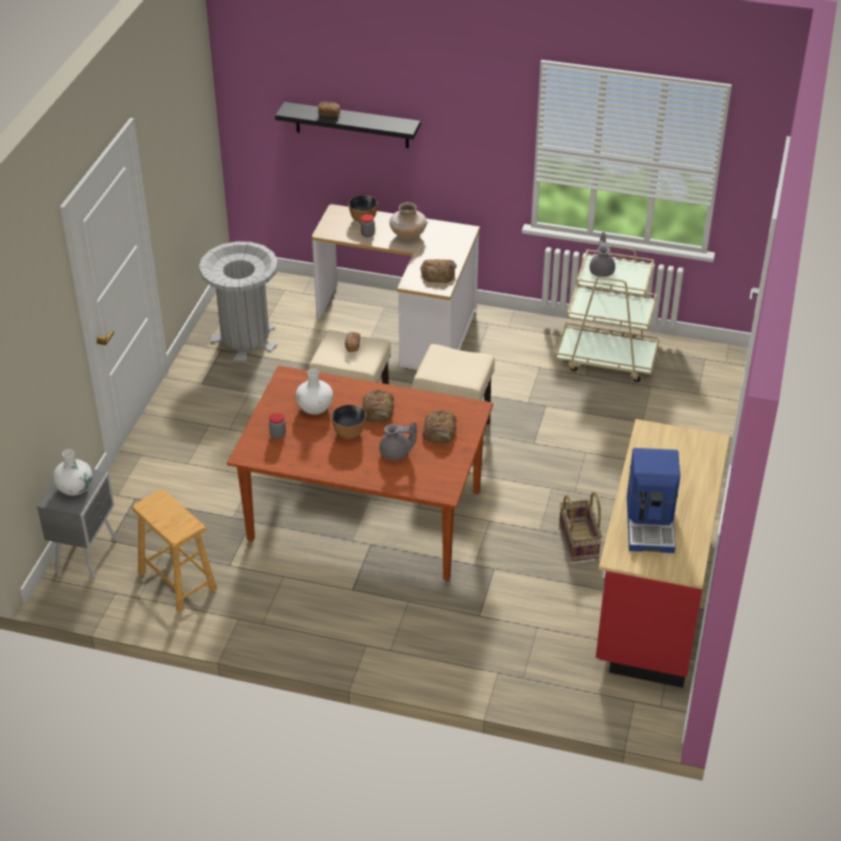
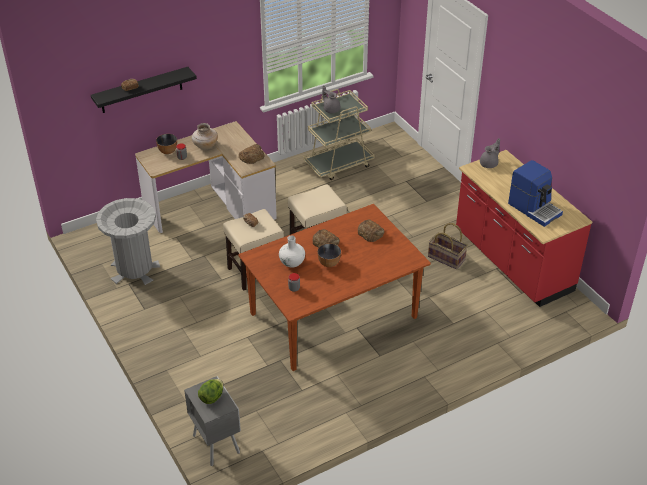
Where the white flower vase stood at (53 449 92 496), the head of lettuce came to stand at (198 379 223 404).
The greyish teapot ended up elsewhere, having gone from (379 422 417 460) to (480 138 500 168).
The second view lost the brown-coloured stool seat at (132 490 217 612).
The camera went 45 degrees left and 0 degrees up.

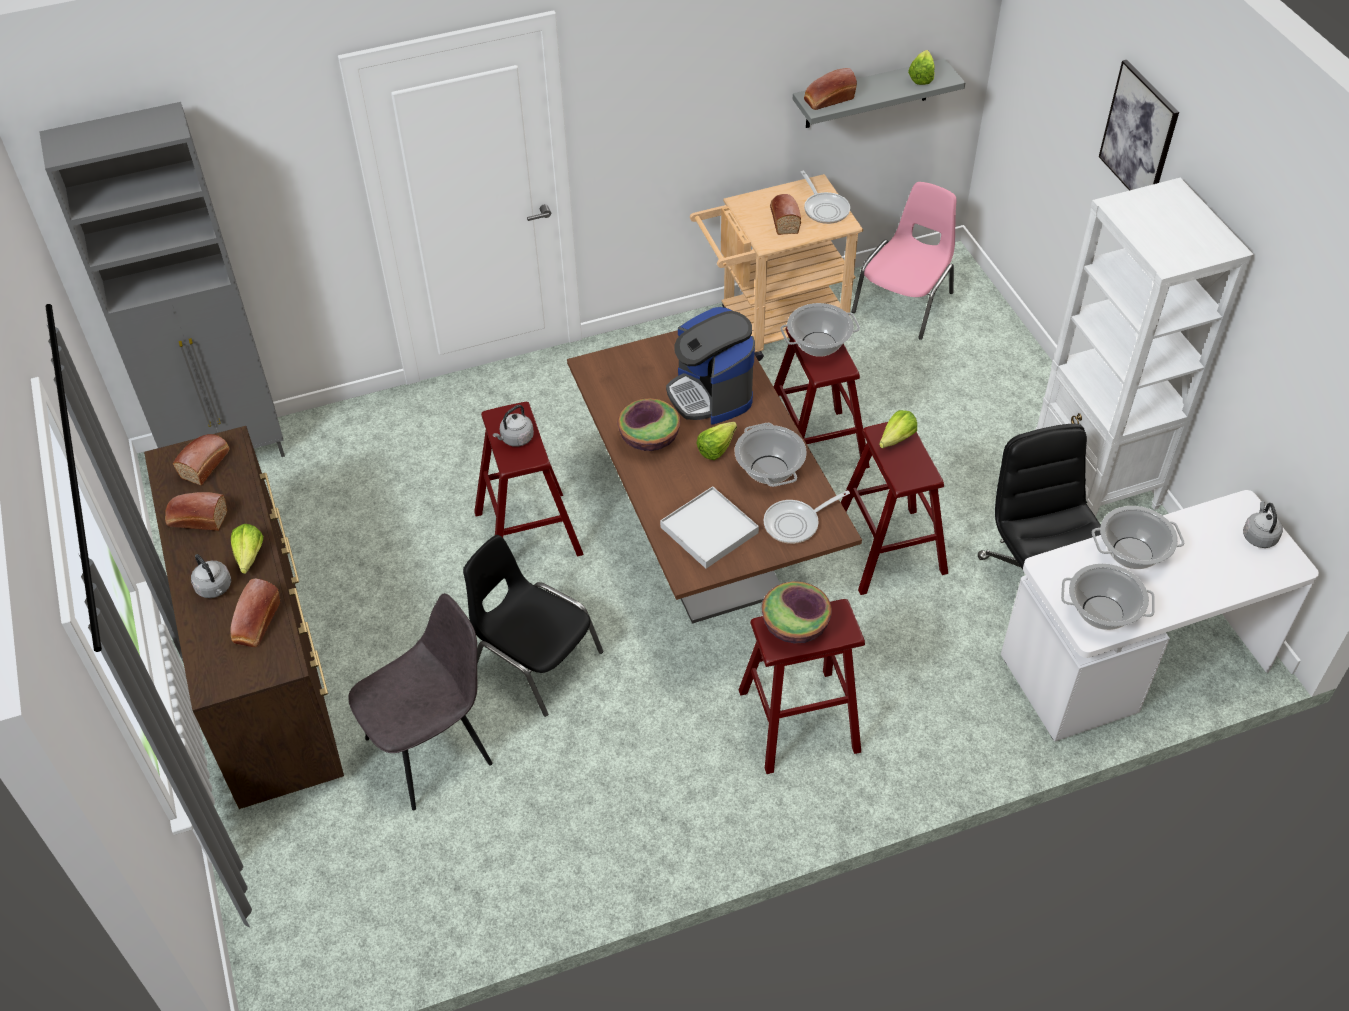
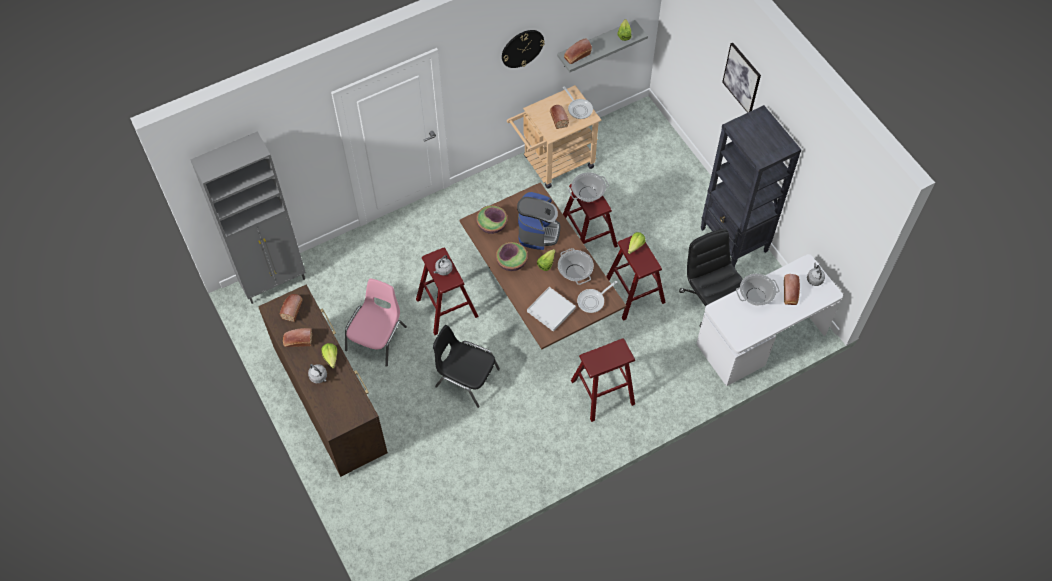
The pink-coloured upright chair ended up elsewhere, having gone from (852 182 956 340) to (345 279 407 367).
The deep dish ended up elsewhere, having gone from (762 582 832 644) to (476 205 508 234).
The second view gained the clock on the wall at (502 30 545 68).
The coffee machine at (666 307 755 425) ended up facing another way, 135 degrees counterclockwise from before.
What was the white shelving unit at (1035 178 1254 517) turned into the black-coloured shelving unit at (701 105 801 267).
The bread ended up elsewhere, having gone from (230 579 280 647) to (784 274 800 305).
The second view lost the greyish upright chair at (348 593 493 810).
The second view lost the saucepot at (1061 563 1155 630).
The camera went 10 degrees left and 10 degrees up.

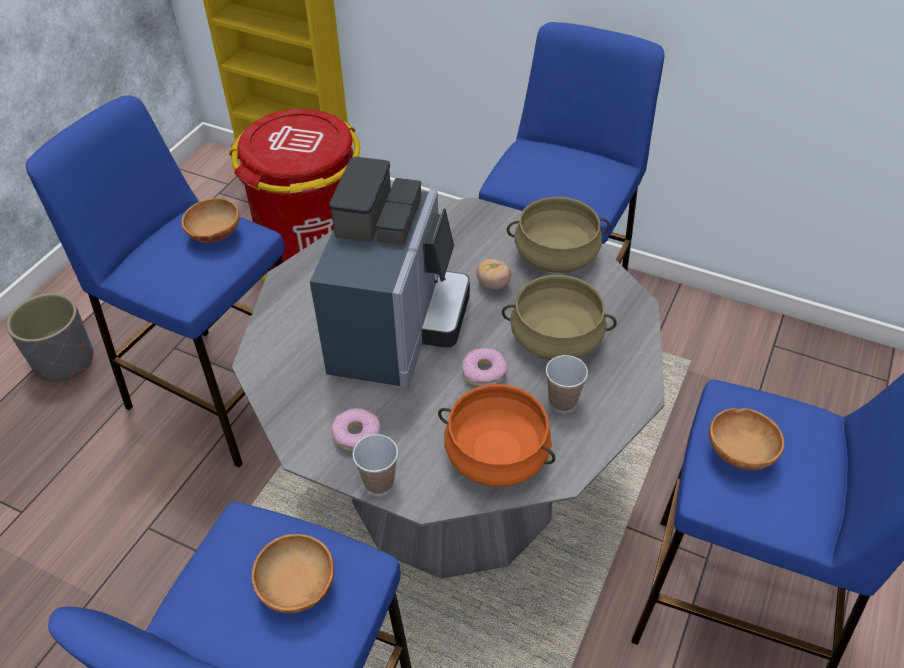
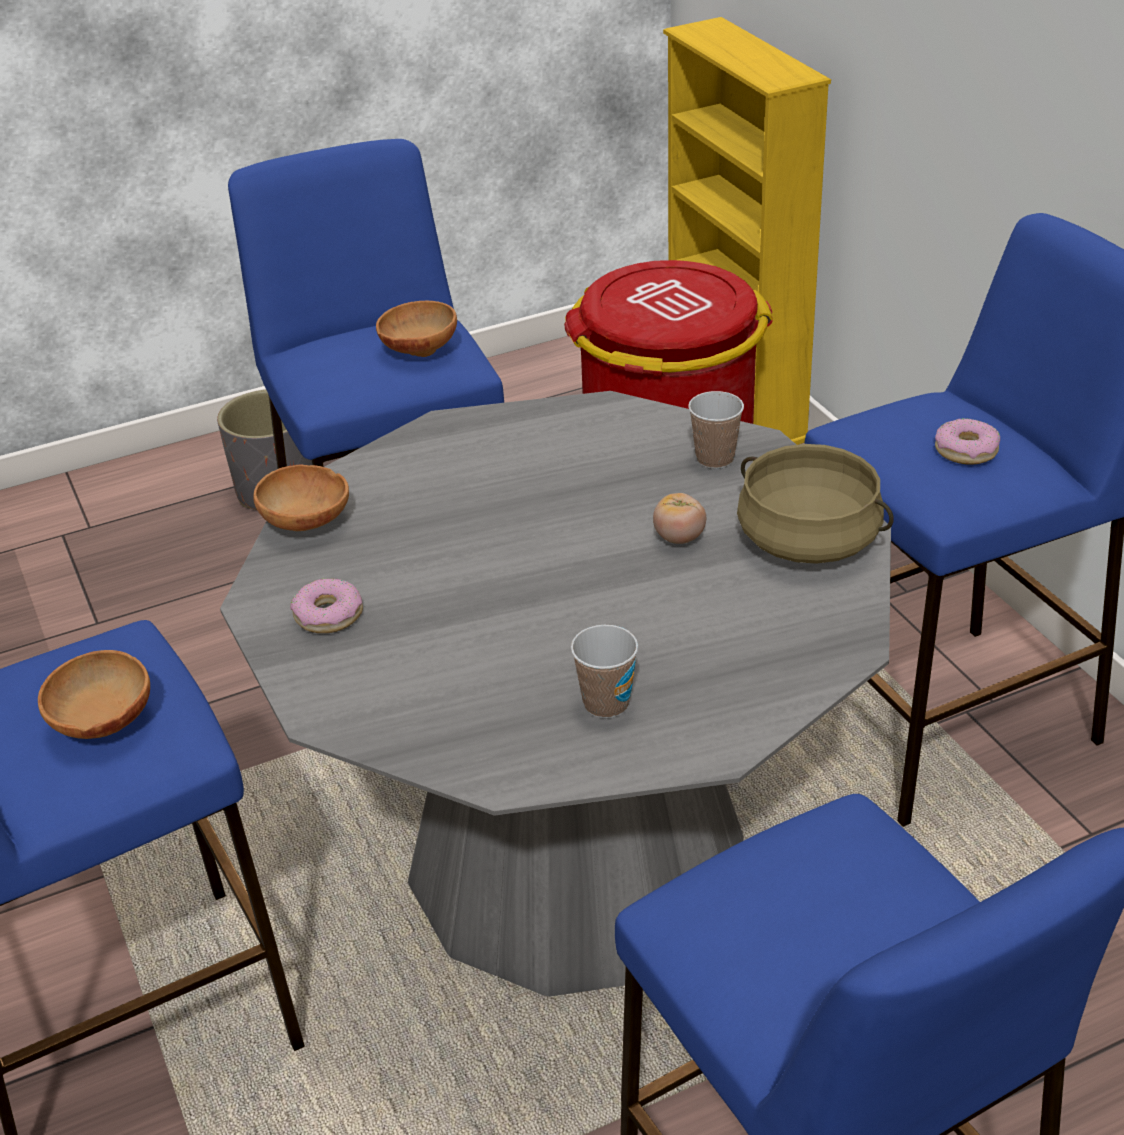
The brown-coloured deep dish ended up elsewhere, having gone from (709 408 784 470) to (253 464 349 531).
The small cup ended up elsewhere, having gone from (353 434 398 494) to (688 391 744 469).
The doughnut ended up elsewhere, having gone from (461 348 507 387) to (935 418 1000 465).
The second view lost the coffee machine at (310 157 470 389).
The second view lost the orange saucepot at (438 384 556 487).
The second view lost the sand-coloured saucepot at (502 275 617 360).
The camera went 40 degrees right and 10 degrees down.

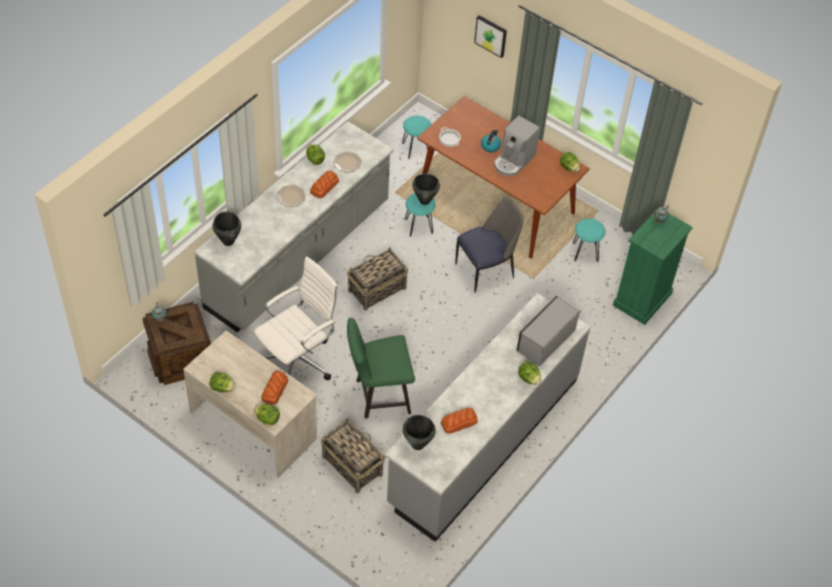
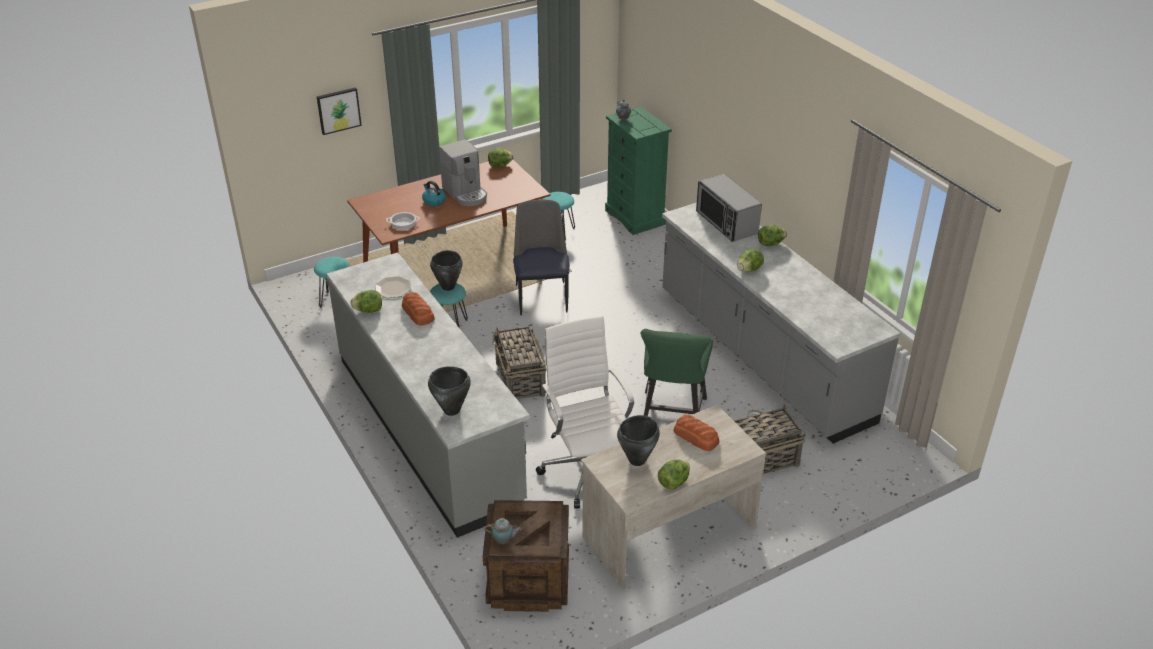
The black-coloured saucepot ended up elsewhere, having gone from (403 415 436 450) to (617 415 660 466).
The head of lettuce ended up elsewhere, having gone from (254 404 280 425) to (737 249 764 272).
The second view lost the plate at (276 185 306 207).
The second view lost the bread at (441 408 478 434).
The camera went 65 degrees left and 15 degrees down.

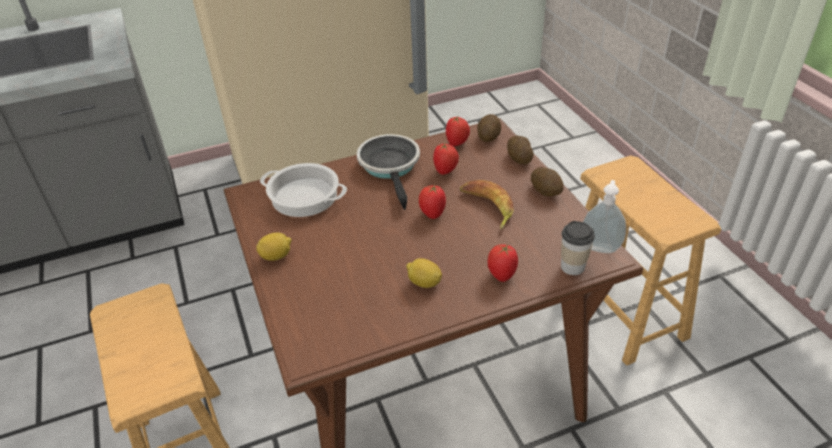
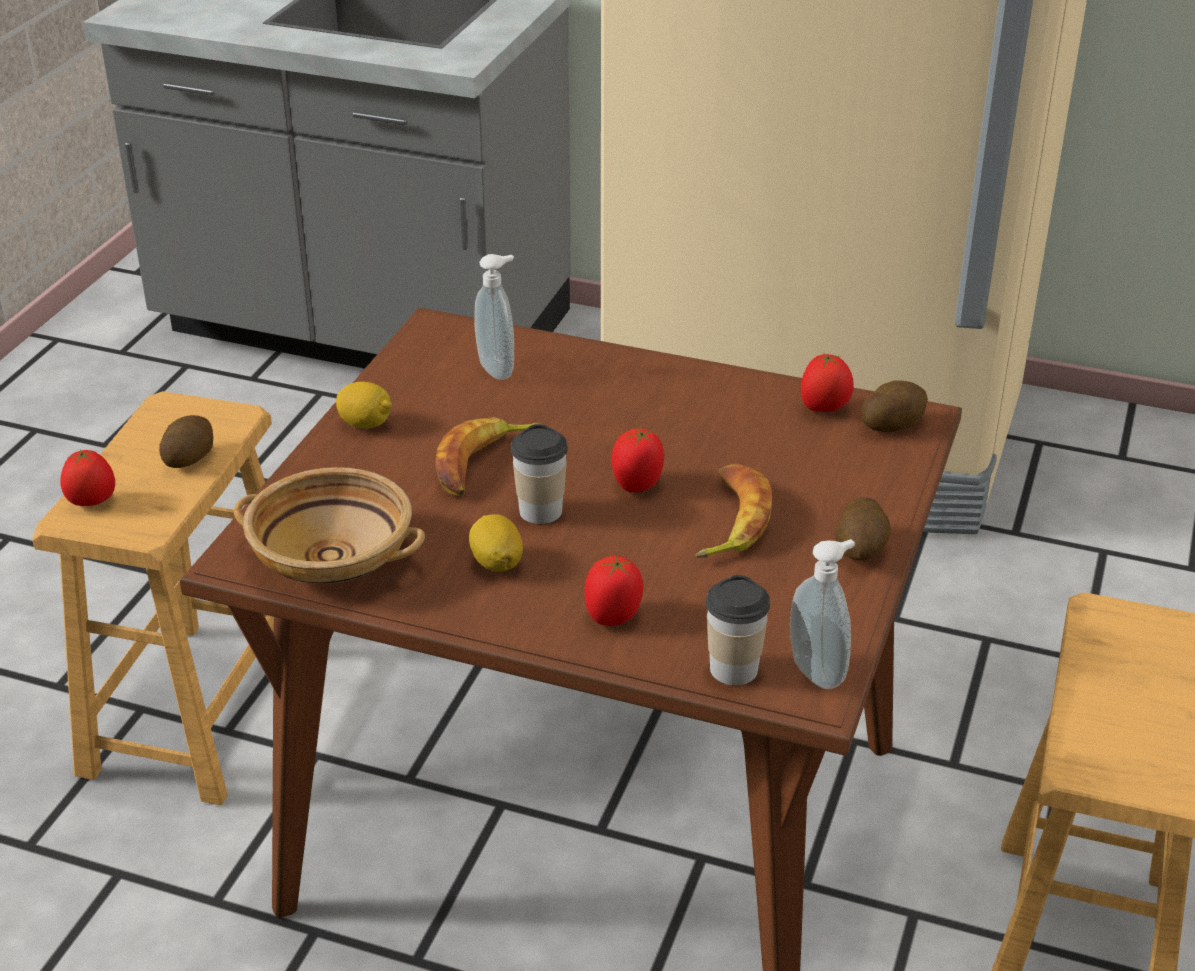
The tomato ended up elsewhere, having gone from (433 144 459 175) to (60 449 115 506).
The whole potato ended up elsewhere, having gone from (507 136 534 165) to (159 415 213 468).
The second view gained the sand-coloured deep dish at (234 467 425 584).
The second view gained the banana fruit at (435 417 544 496).
Where the saucepot stood at (260 163 347 217), the soap dispenser came to stand at (474 254 514 380).
The second view gained the small cup at (511 424 568 524).
The second view lost the frying pan at (357 134 420 210).
The camera went 40 degrees right and 5 degrees down.

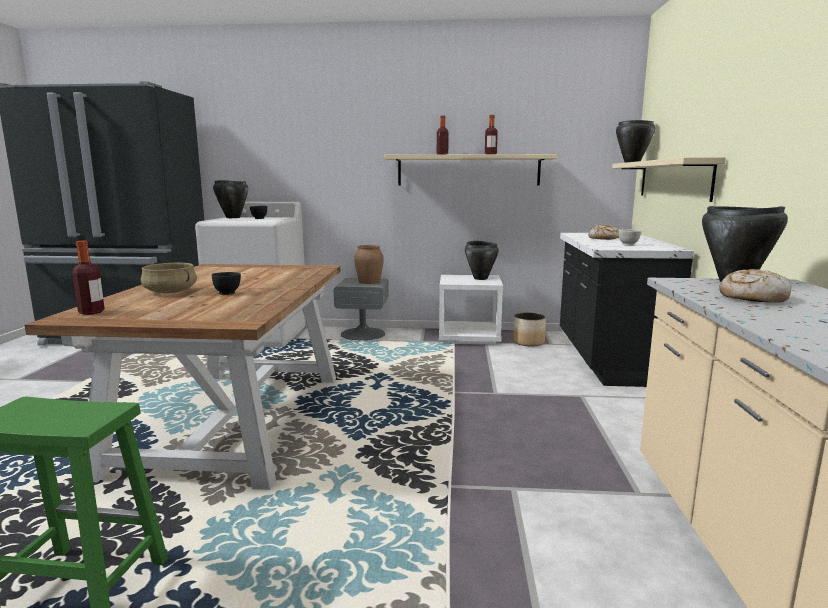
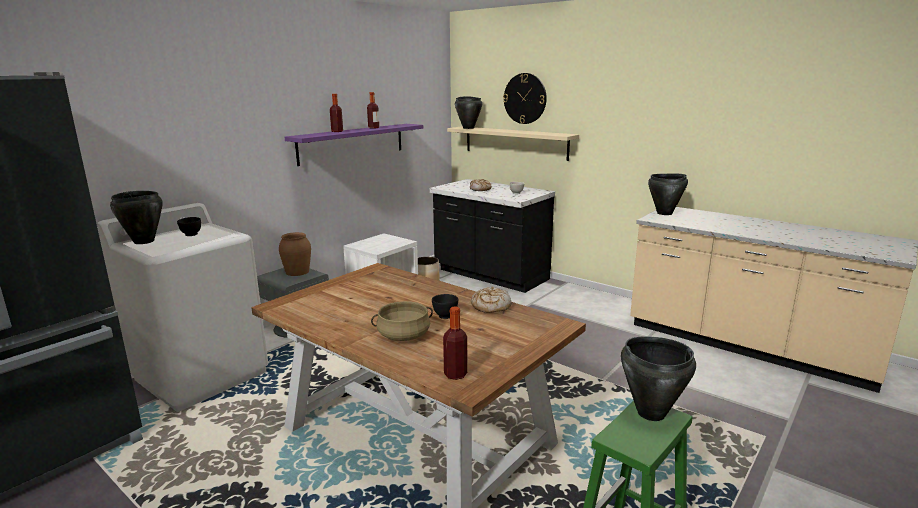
What was the sand-coloured wall shelf at (384 154 557 186) turned into the purple wall shelf at (284 124 423 166).
The bread ended up elsewhere, having gone from (719 269 792 303) to (471 287 512 313).
The second view gained the clock on the wall at (503 73 547 124).
The black-coloured saucepot ended up elsewhere, having gone from (465 241 499 280) to (621 336 696 421).
The camera went 55 degrees left and 5 degrees up.

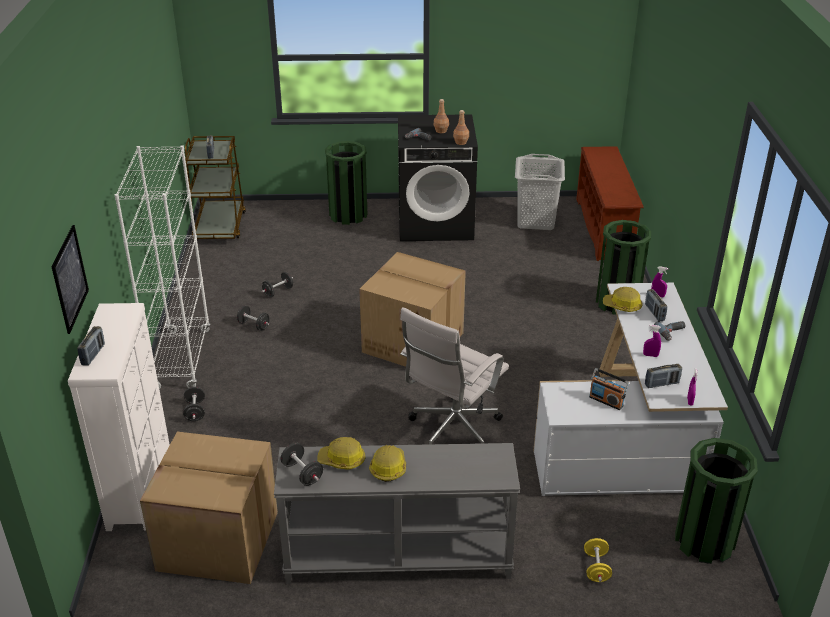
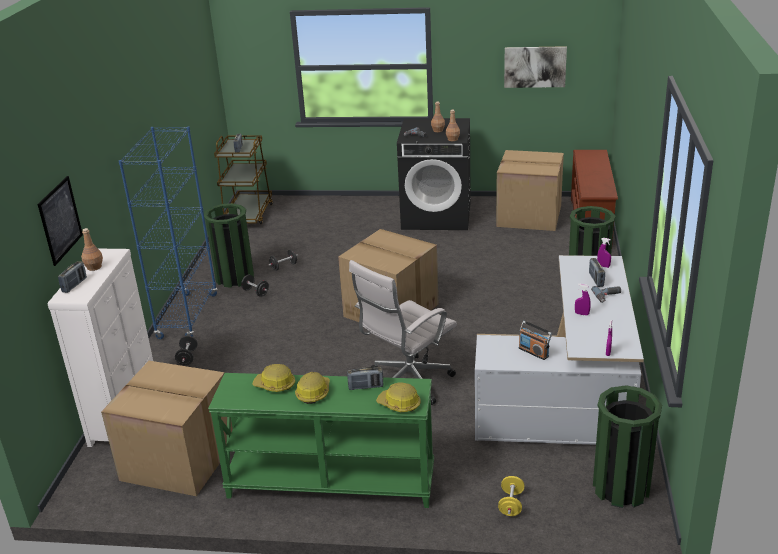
The second view gained the brown-coloured bottle at (81 228 103 271).
What was the white shelving unit at (115 145 211 389) turned into the bluish shelving unit at (119 126 217 339).
The greenish trash can ended up elsewhere, having gone from (325 141 367 225) to (204 203 254 288).
What was the greyish narrow table at (274 443 520 584) turned into the greenish narrow table at (208 373 434 508).
The radio set ended up elsewhere, having gone from (645 364 682 388) to (347 367 383 390).
The work helmet ended up elsewhere, having gone from (603 287 643 312) to (376 382 421 412).
Where the greyish washing basket stood at (515 154 565 230), the packing box came to stand at (496 150 564 231).
The second view gained the wall picture at (504 46 567 88).
The second view lost the black-coloured free weight at (280 443 323 486).
The camera went 10 degrees right and 5 degrees down.

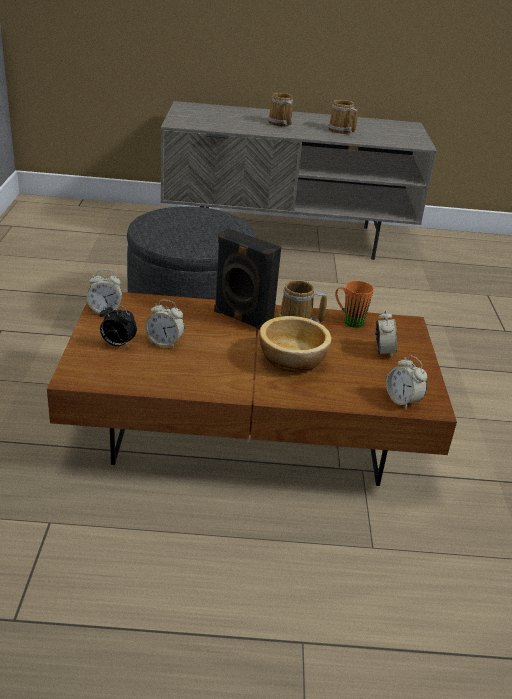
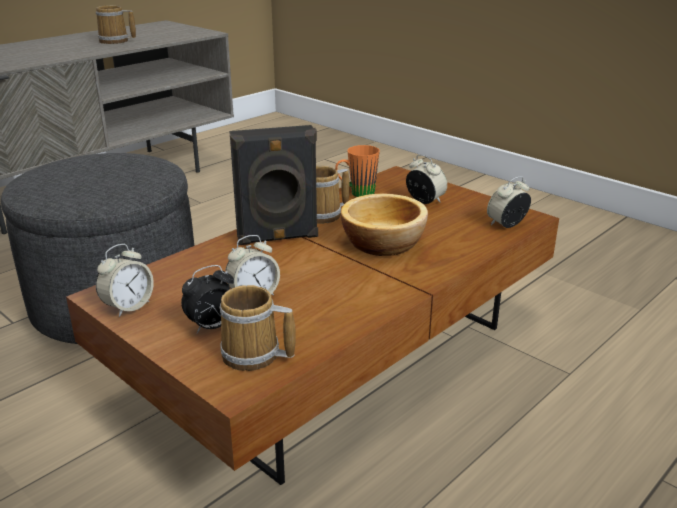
The coffee mug ended up elsewhere, having gone from (268 93 293 126) to (219 285 295 371).
The alarm clock at (386 356 427 410) ended up facing another way, 135 degrees clockwise from before.
The camera went 45 degrees left and 5 degrees down.

